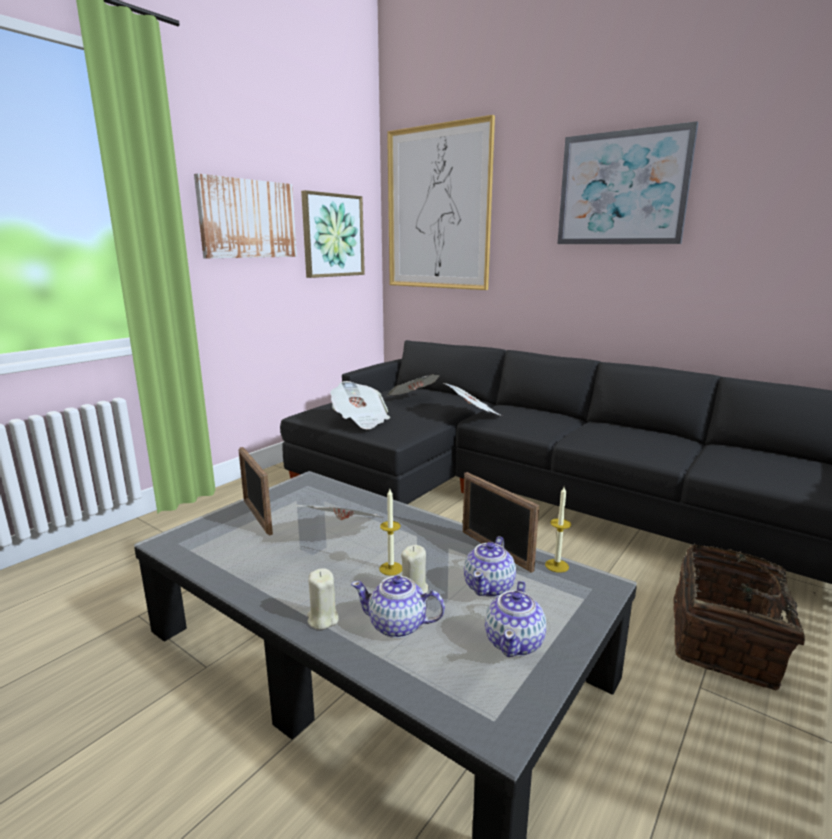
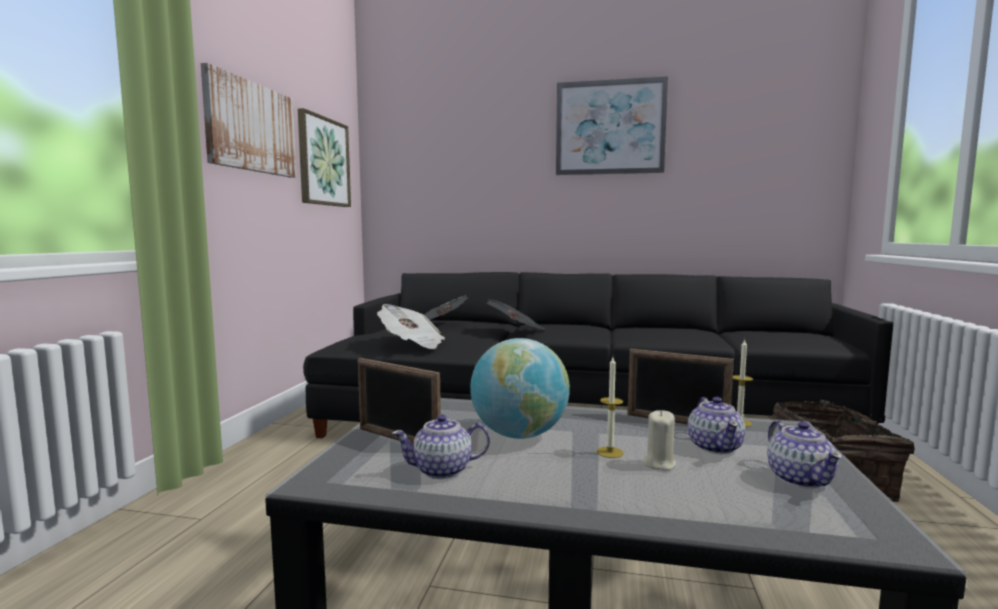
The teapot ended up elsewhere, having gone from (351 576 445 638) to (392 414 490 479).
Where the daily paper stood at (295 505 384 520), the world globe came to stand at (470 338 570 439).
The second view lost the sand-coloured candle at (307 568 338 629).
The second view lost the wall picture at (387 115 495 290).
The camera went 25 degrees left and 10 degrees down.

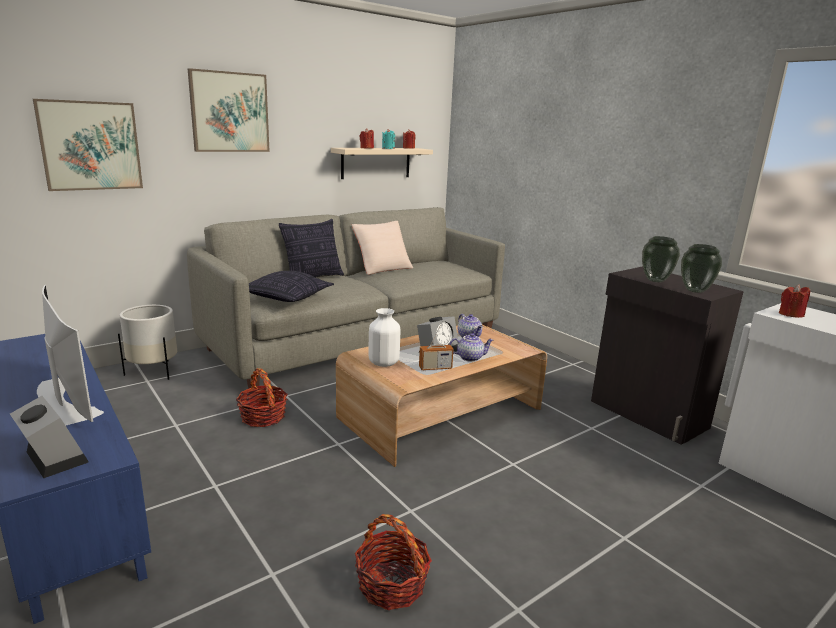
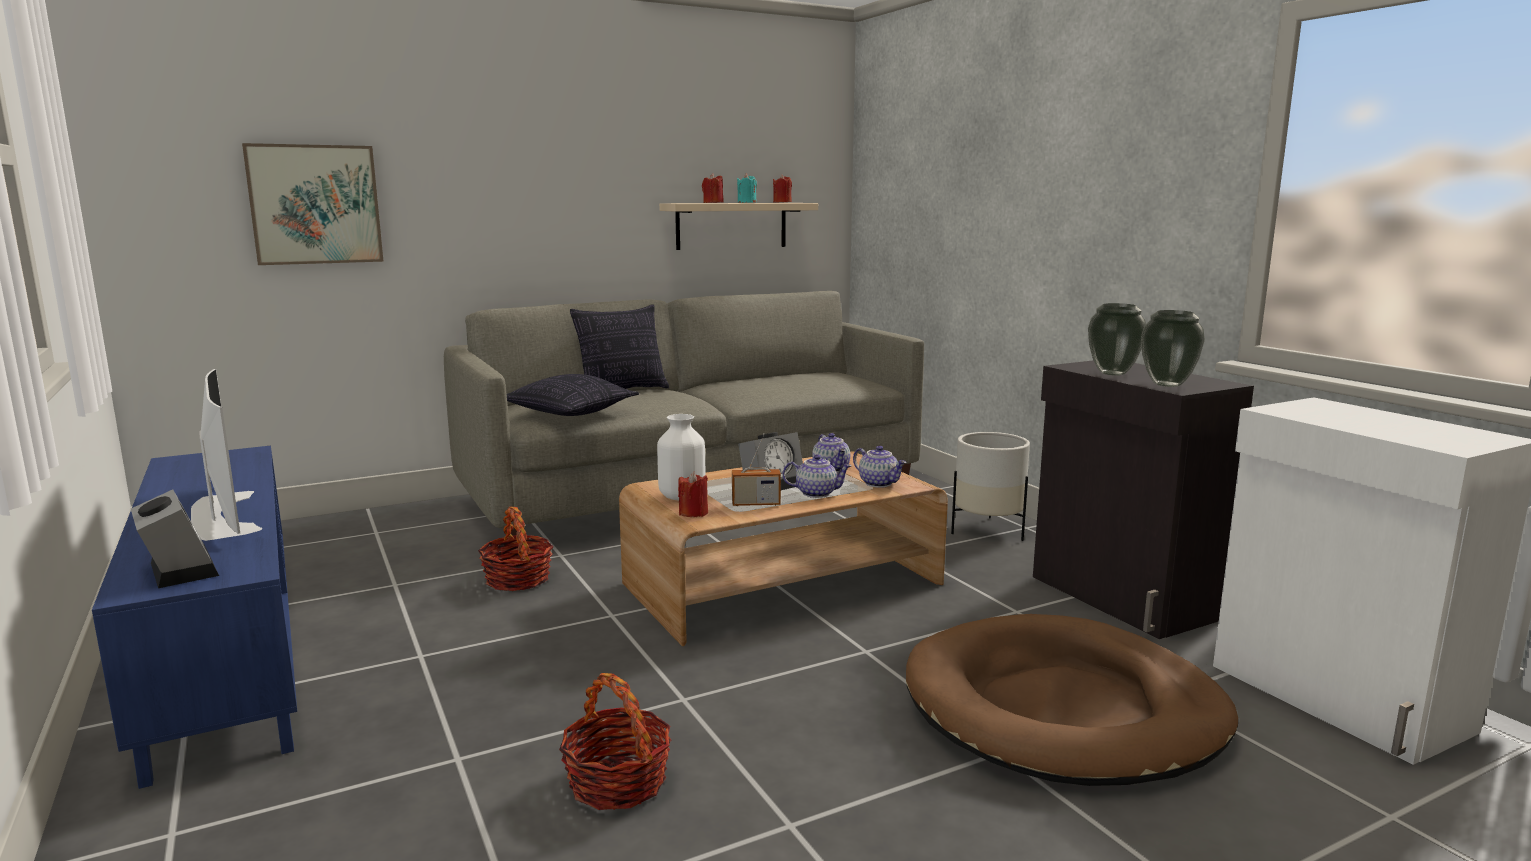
The red-coloured candle ended up elsewhere, having gone from (779 285 810 318) to (678 471 708 517).
The second view gained the teapot at (853 446 906 488).
The second view gained the brown-coloured pet bed at (906 614 1238 786).
The white flower pot ended up elsewhere, having gone from (118 305 177 380) to (951 432 1030 541).
The second view lost the wall picture at (188 68 270 152).
The second view lost the sand-coloured throw pillow at (352 221 413 275).
The camera went 10 degrees right and 5 degrees down.

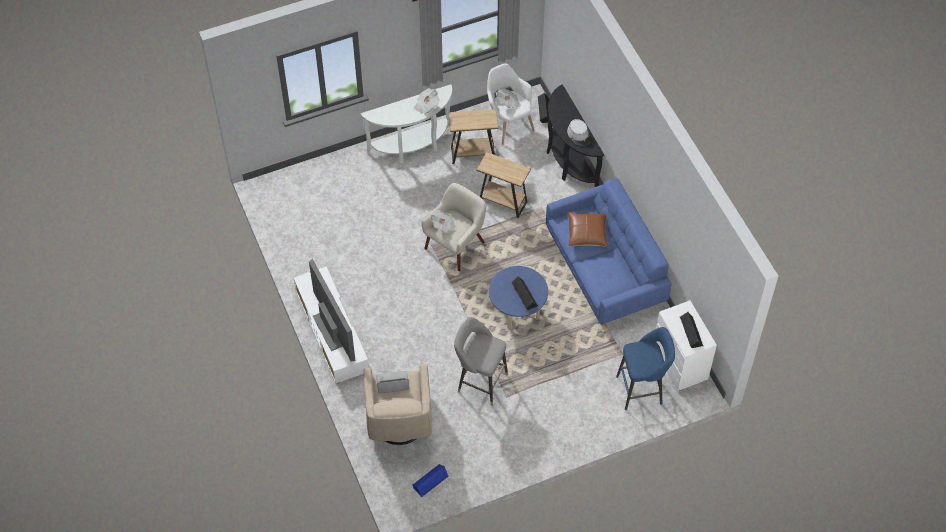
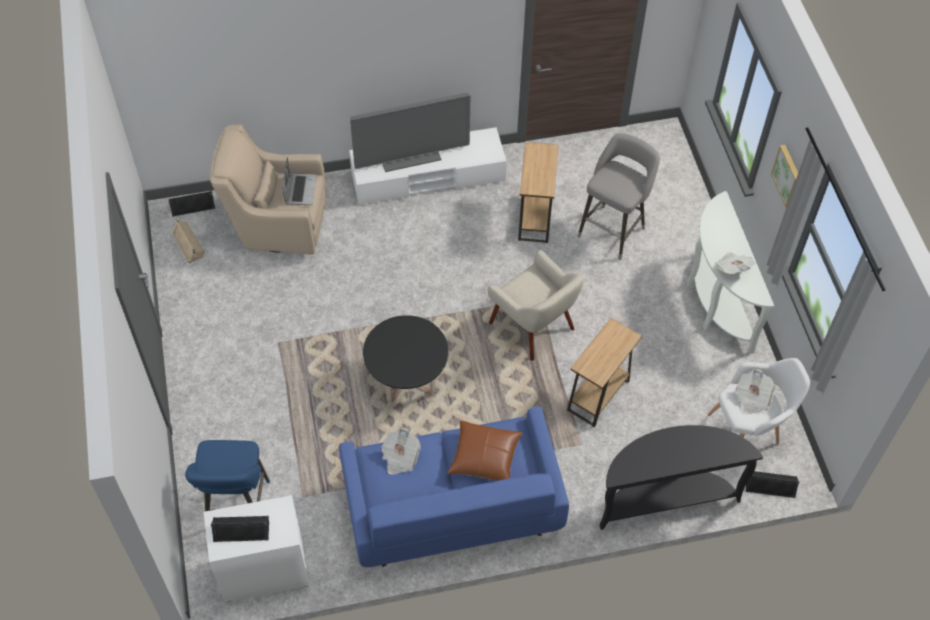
The black-coloured audio speaker ended up elsewhere, having gone from (511 276 538 310) to (169 191 215 217).
What was the bluish audio speaker at (412 464 449 497) turned into the sand-coloured audio speaker at (172 220 205 264).
What was the bluish coffee table at (489 266 548 329) turned into the black-coloured coffee table at (363 315 448 403).
The daily paper ended up elsewhere, having gone from (430 210 457 232) to (381 428 421 475).
The brown-coloured end table ended up elsewhere, having gone from (448 109 498 164) to (518 142 559 243).
The greyish stool seat ended up elsewhere, having gone from (454 317 508 406) to (577 133 660 260).
The second view gained the wall picture at (771 145 798 207).
The second view lost the greyish wearable hat at (567 119 592 146).
The camera went 100 degrees right and 0 degrees up.

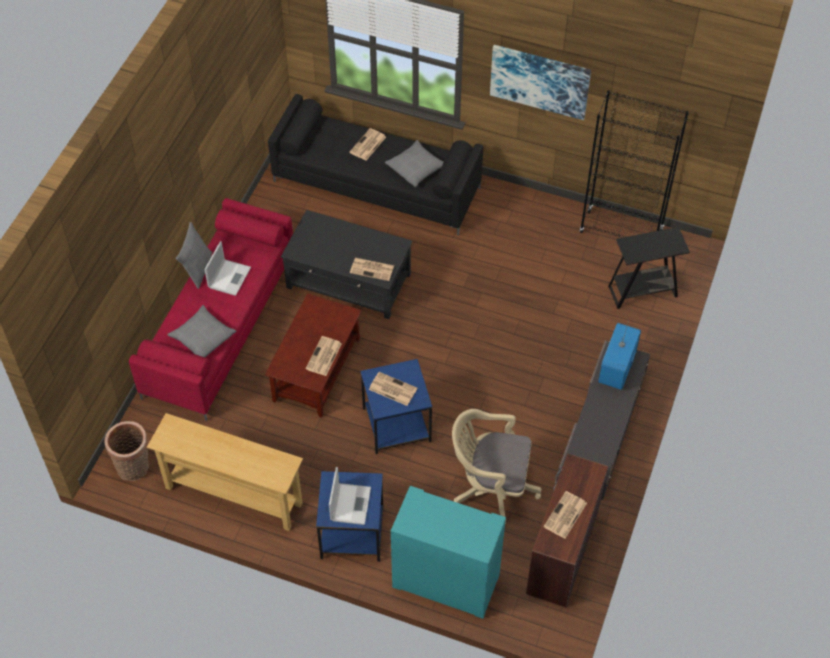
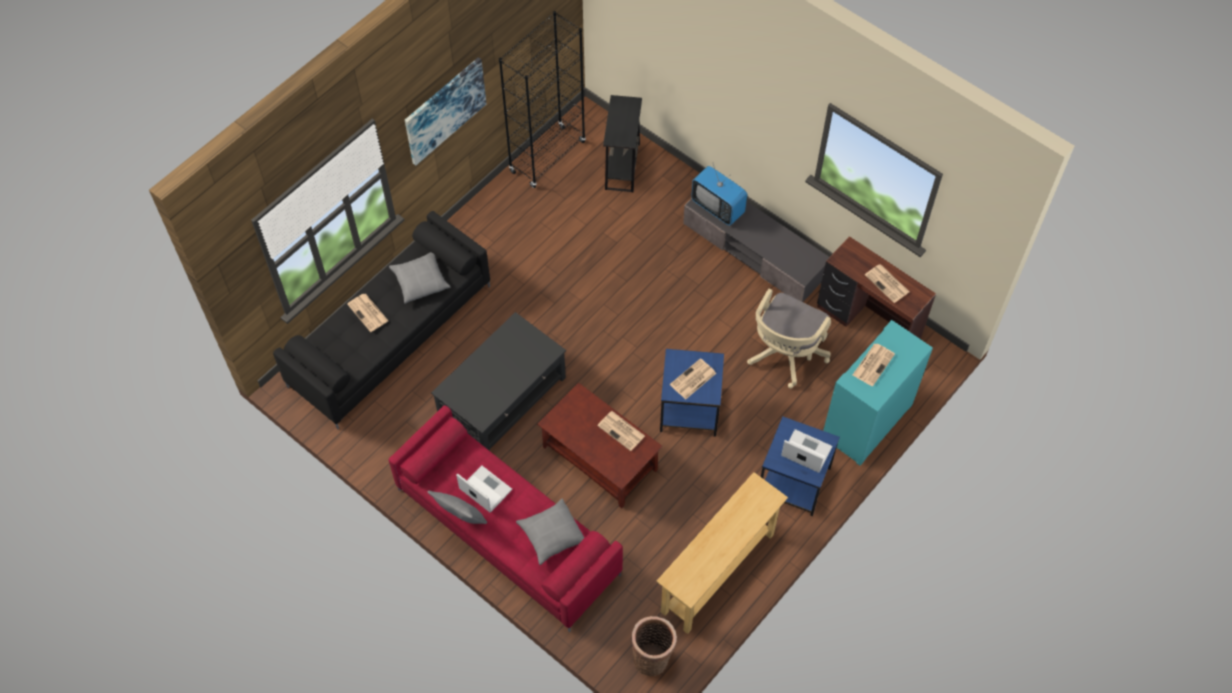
The daily paper ended up elsewhere, having gone from (350 258 394 281) to (853 343 895 386).
The camera went 70 degrees left and 5 degrees up.

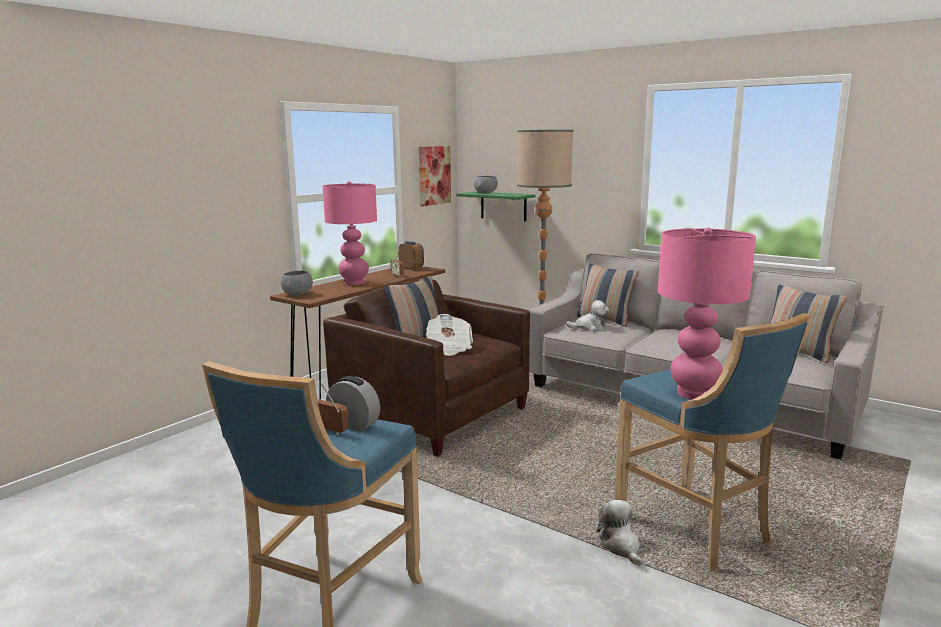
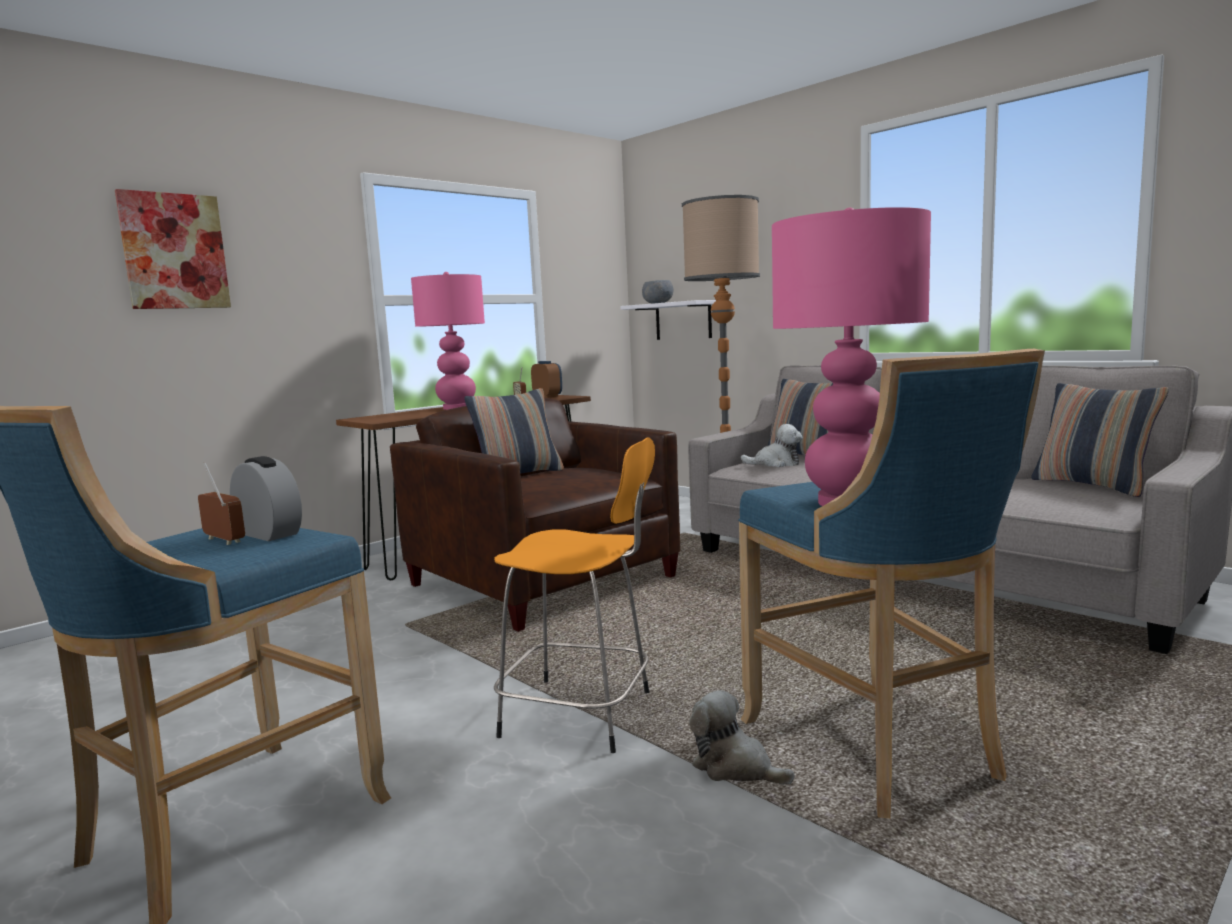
The wall picture ended up elsewhere, having gone from (419 146 451 206) to (115 189 231 309).
The second view gained the orange stool seat at (494 437 655 753).
What was the greenish wall shelf at (456 192 535 222) turned into the white wall shelf at (620 300 716 340).
The soft toy at (597 500 642 566) ended up facing another way, 45 degrees counterclockwise from before.
The second view lost the greyish deep dish at (281 271 313 295).
The second view lost the daily paper at (426 314 473 356).
The camera went 10 degrees right and 5 degrees down.

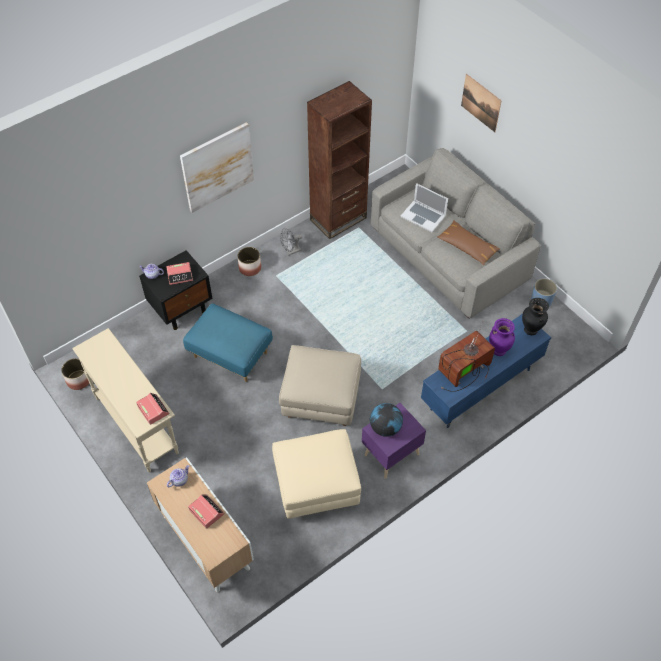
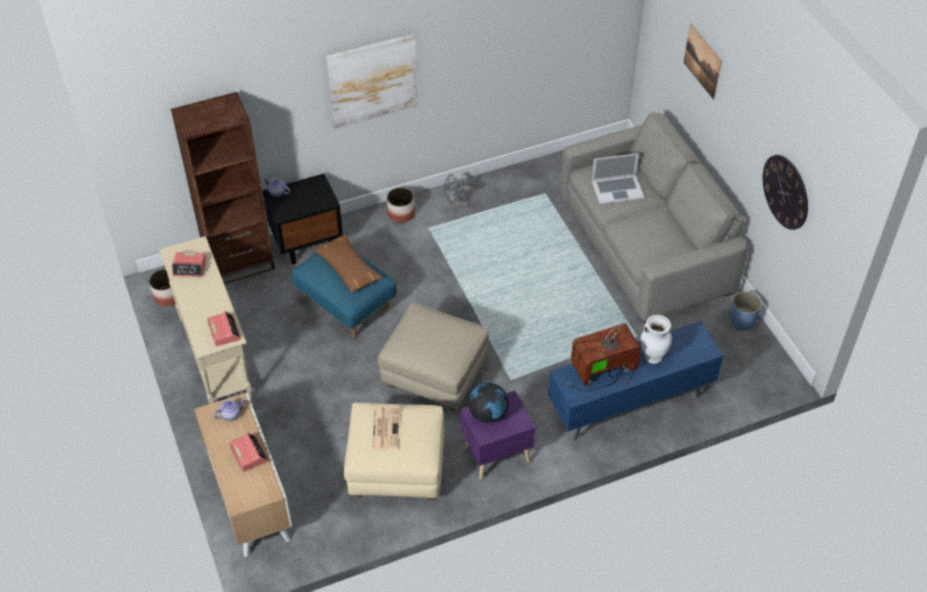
The brown-coloured shelving unit ended up elsewhere, having gone from (307 81 372 239) to (171 92 275 284).
The alarm clock ended up elsewhere, having gone from (166 262 193 285) to (172 252 206 277).
The brown-coloured throw pillow ended up elsewhere, having gone from (437 220 500 265) to (314 233 383 293).
The second view gained the daily paper at (372 407 400 450).
The notebook computer at (400 183 448 232) ended up facing another way, 60 degrees counterclockwise from before.
What was the purple flower vase at (489 318 515 356) turned into the white flower vase at (641 315 672 364).
The second view gained the clock on the wall at (763 155 808 230).
The second view lost the black-coloured flower vase at (522 298 549 335).
The camera went 15 degrees right and 5 degrees down.

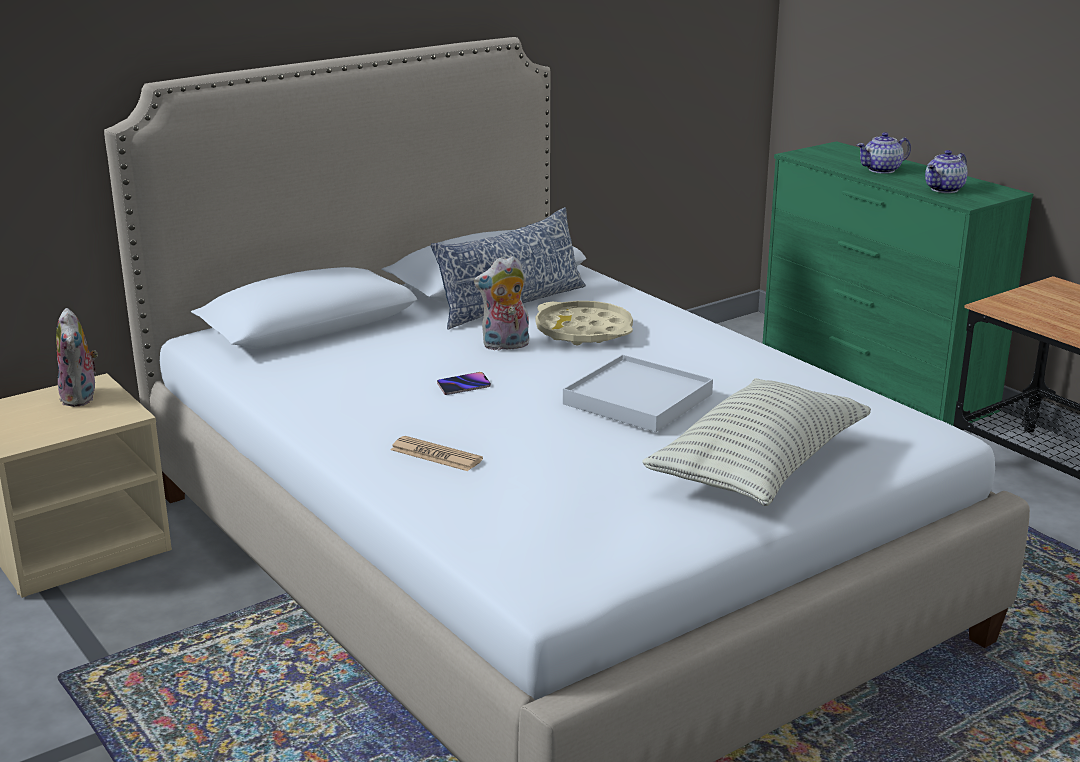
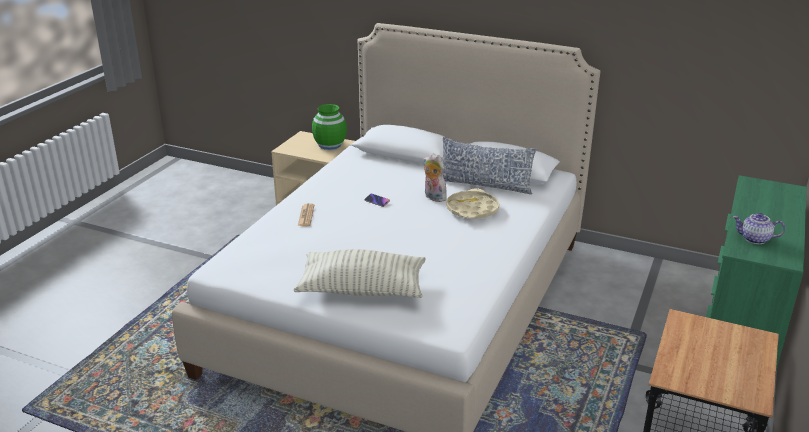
Where the soft toy stood at (56 308 98 407), the greenish flower vase came to stand at (312 104 347 150).
The second view lost the white serving tray at (563 355 713 432).
The second view lost the teapot at (857 132 911 174).
The camera went 60 degrees right and 5 degrees up.

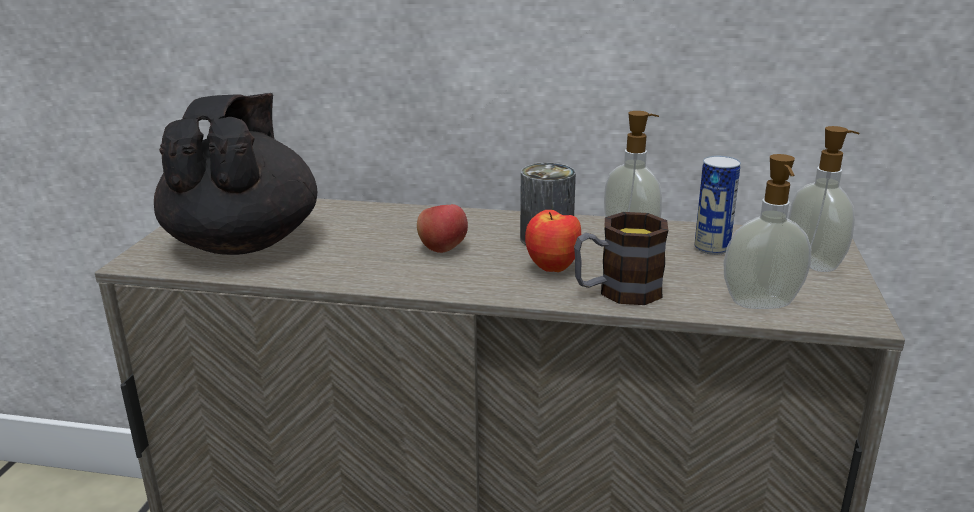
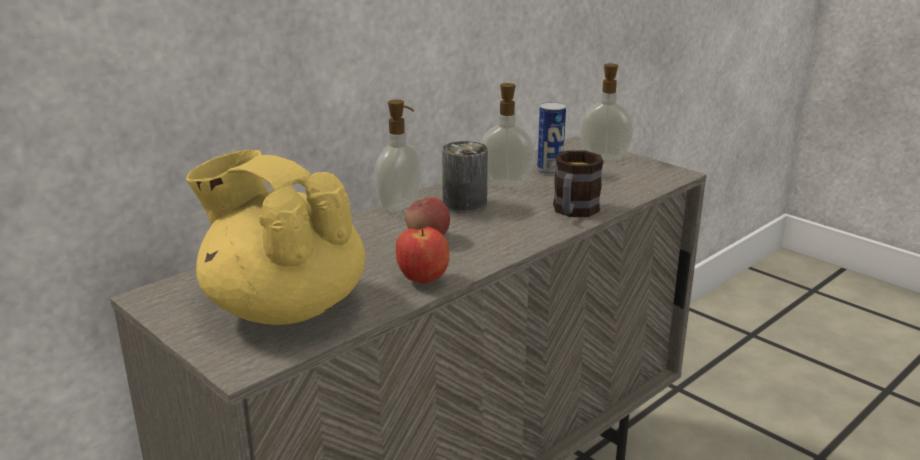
What was the black-coloured teapot at (154 93 317 255) turned into the yellowish teapot at (186 150 365 325).
The soap dispenser ended up elsewhere, having gone from (724 154 811 309) to (375 100 421 212).
The apple ended up elsewhere, having gone from (525 210 581 272) to (396 227 450 284).
The camera went 55 degrees left and 0 degrees up.

